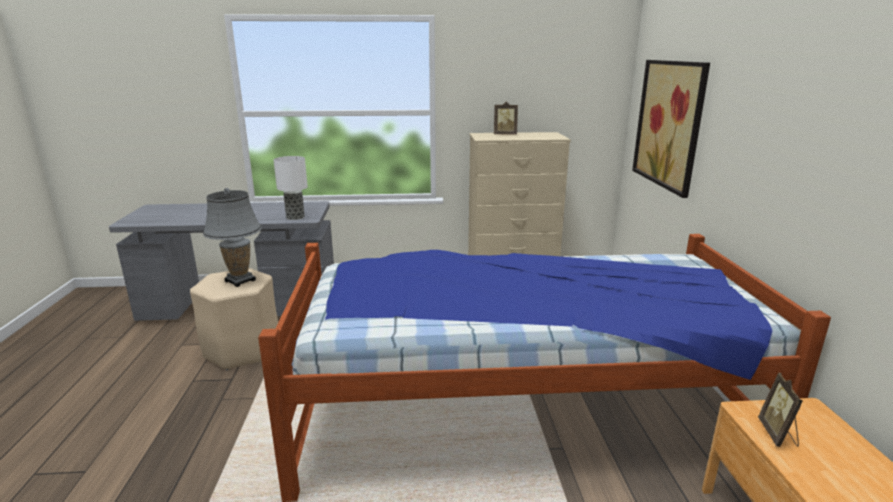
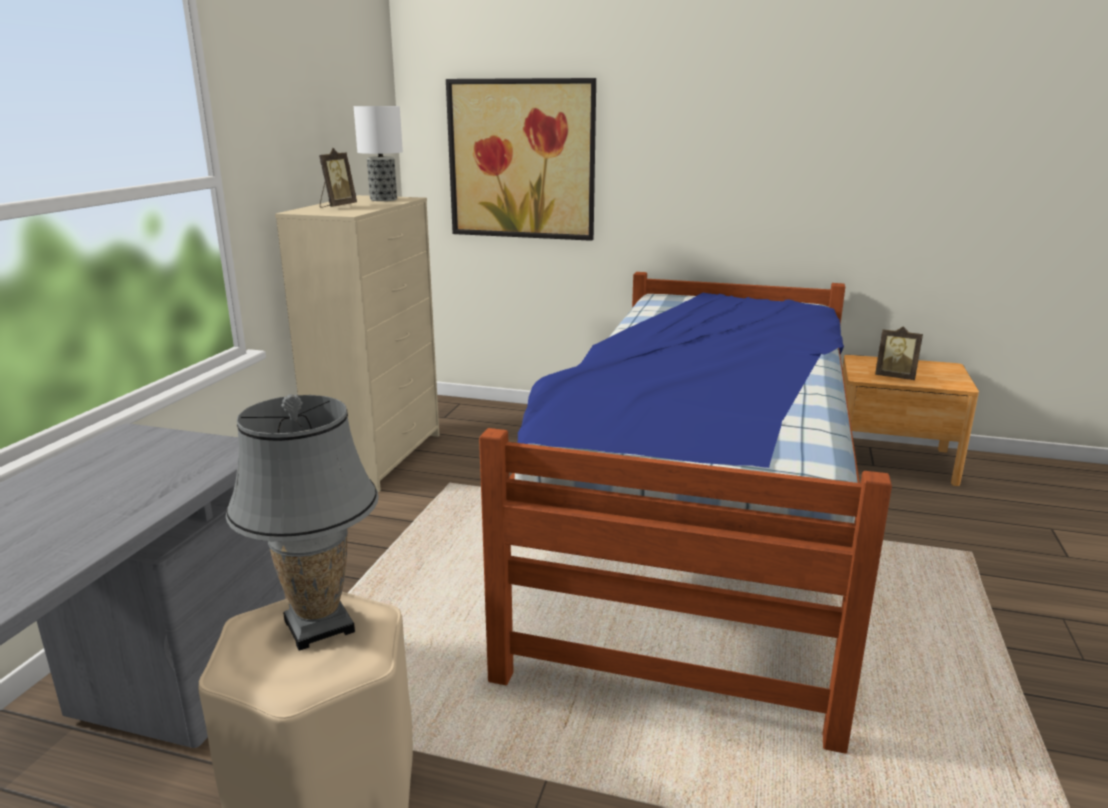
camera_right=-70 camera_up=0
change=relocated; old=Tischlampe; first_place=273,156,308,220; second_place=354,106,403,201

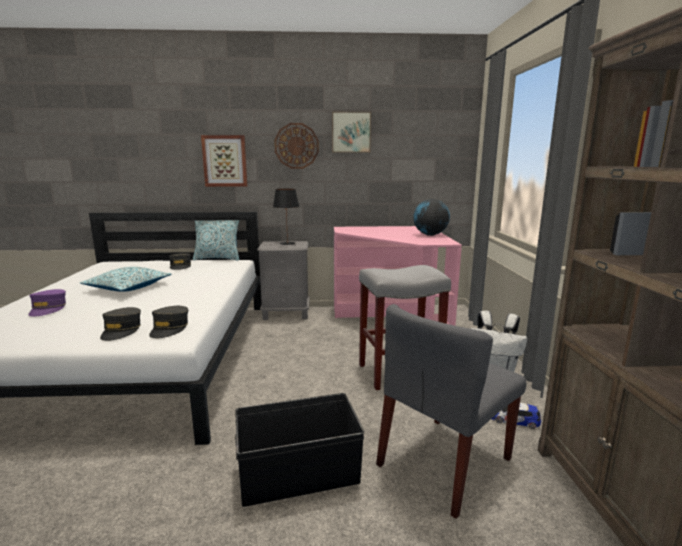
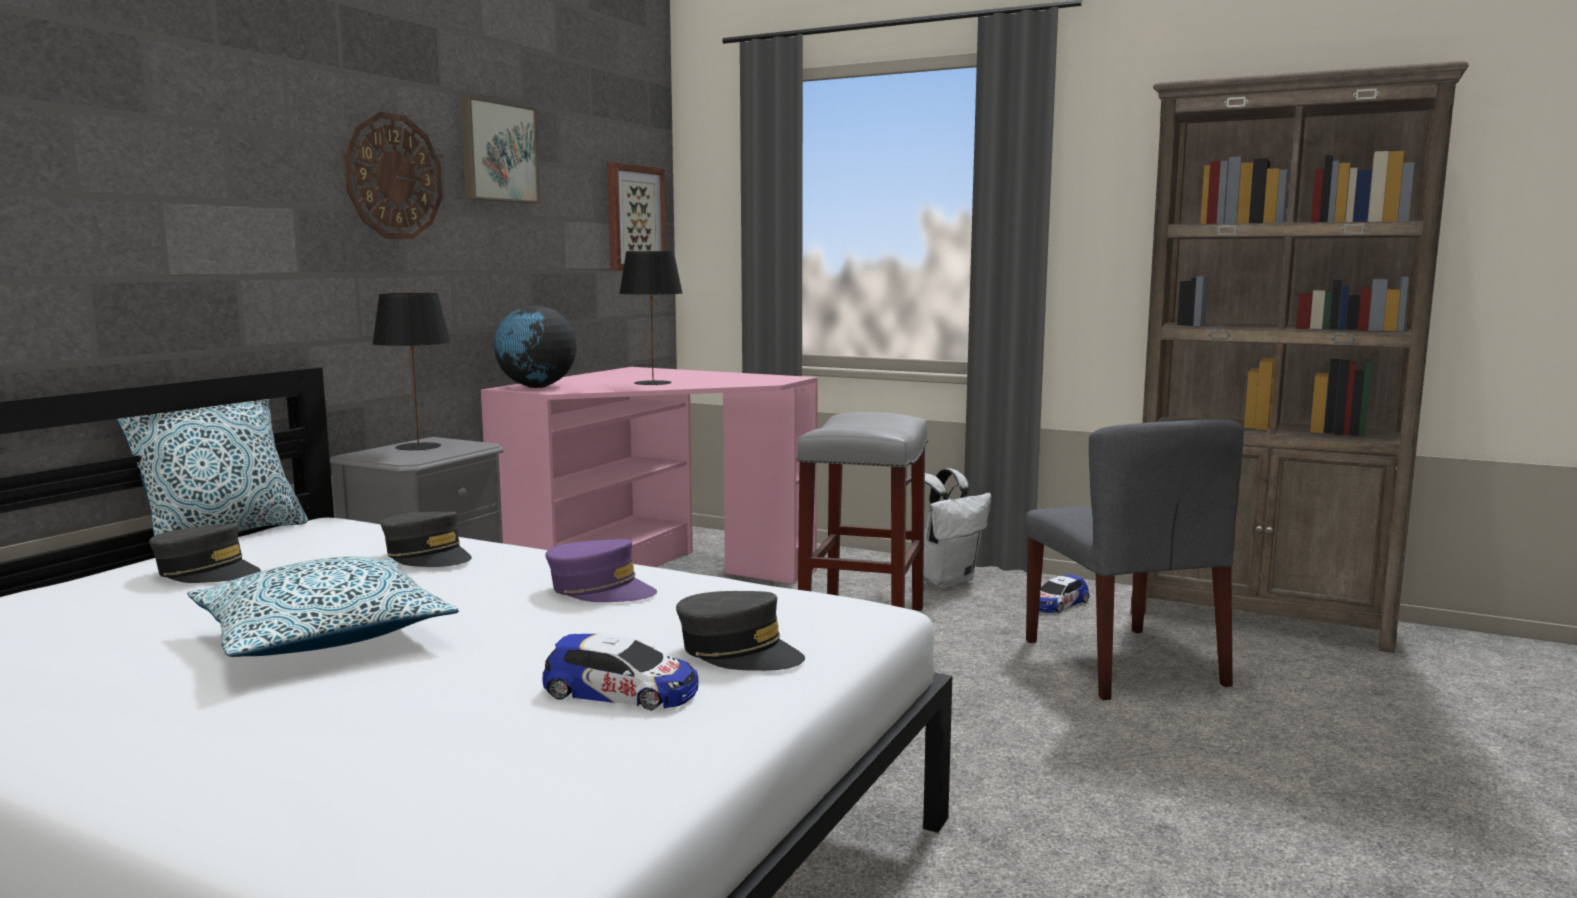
camera_right=-60 camera_up=-5
change=relocated; old=Kappe (grau); first_place=149,306,188,338; second_place=381,512,472,567
change=relocated; old=Globus; first_place=413,199,450,236; second_place=494,306,577,388
change=appeared; new=Spielzeugauto; second_place=542,634,698,711
change=relocated; old=Kappe (lila); first_place=28,289,66,316; second_place=545,539,657,602
change=relocated; old=Bild; first_place=201,135,247,187; second_place=607,162,666,270
change=appeared; new=Tischlampe (schwarz); second_place=619,251,683,385
change=missing; old=Aufbewahrungsbox (schwarz); first_place=235,393,364,507

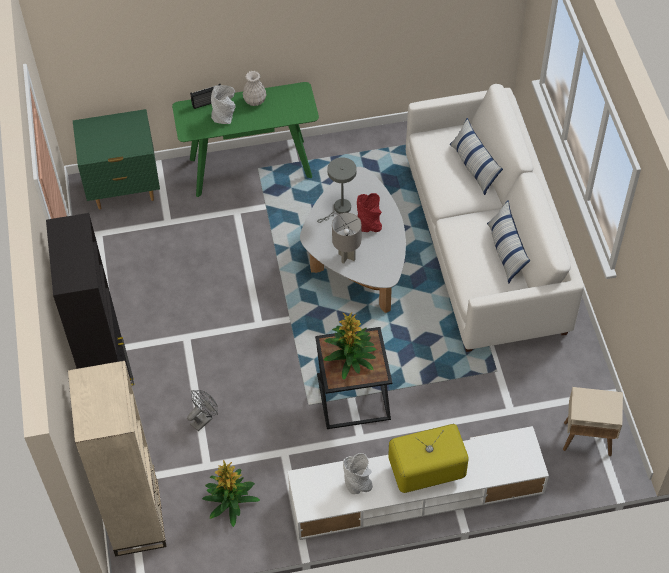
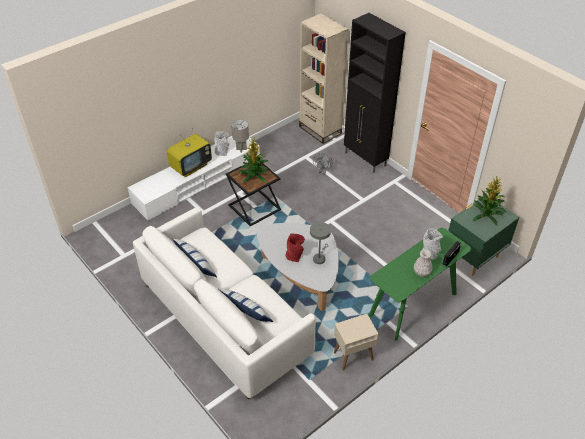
camera_right=150 camera_up=-10
change=relocated; old=Tischlampe (grau); first_place=332,213,361,264; second_place=231,119,249,153
change=relocated; old=Beistelltisch (beige); first_place=563,387,623,456; second_place=334,314,379,371
change=relocated; old=Topfpflanze; first_place=202,460,260,527; second_place=473,176,506,225

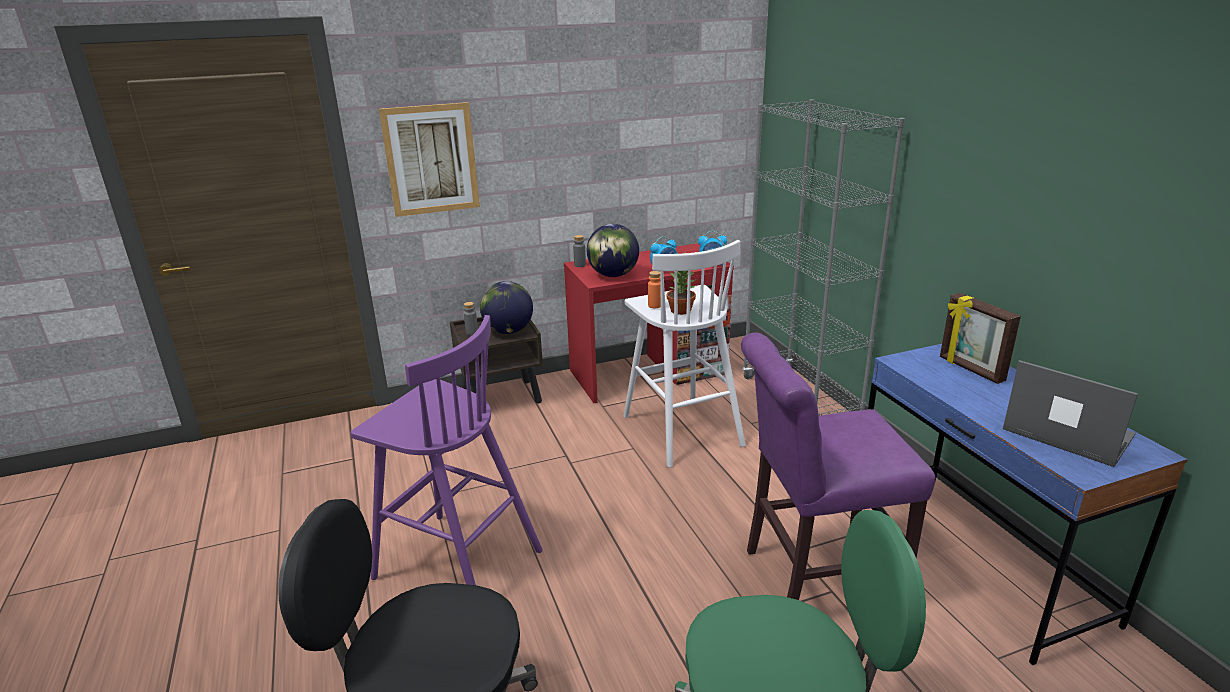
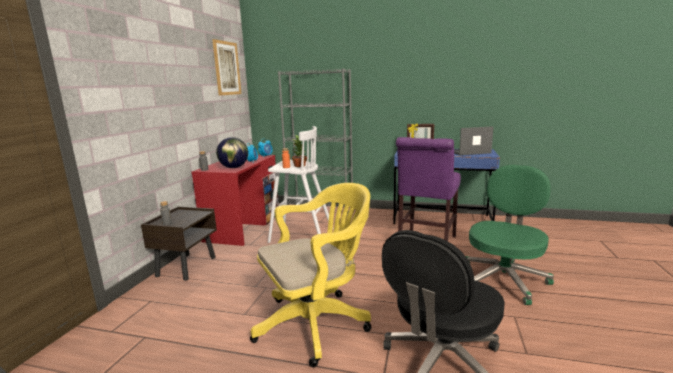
camera_right=-55 camera_up=-10
change=relocated; old=Bild; first_place=379,102,480,217; second_place=212,39,241,96
change=exchanged; old=Hocker (lila); new=Bürostuhl (gelb); first_place=351,315,543,585; second_place=250,183,371,367
change=missing; old=Globus; first_place=480,281,533,334

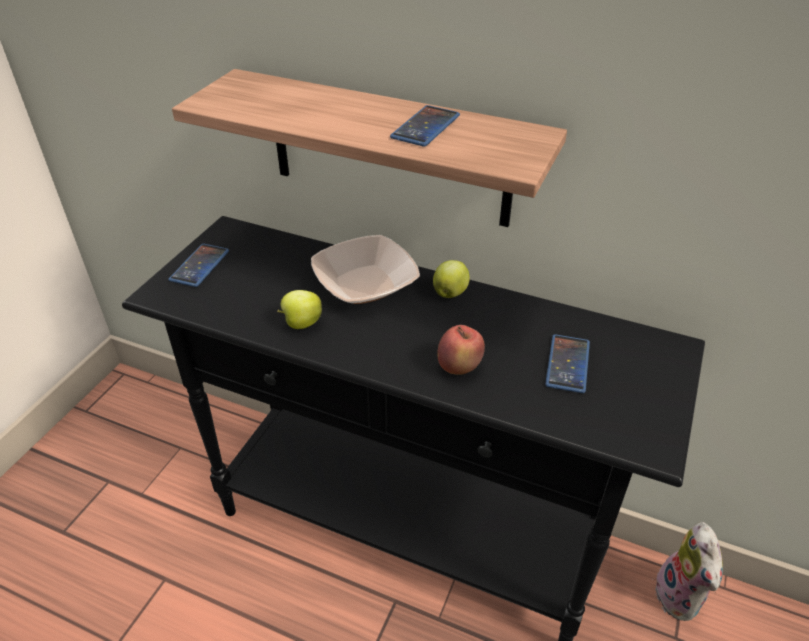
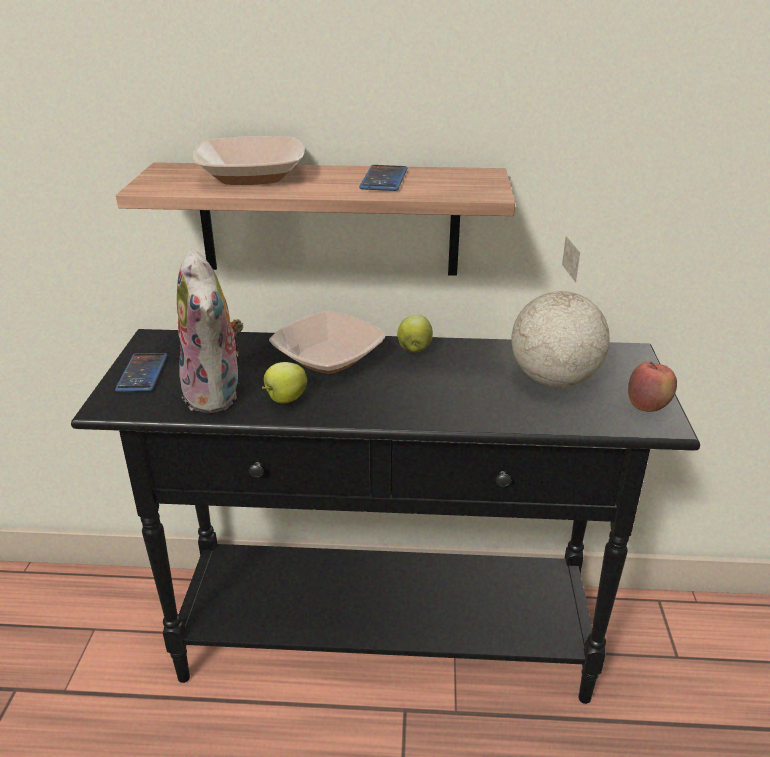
camera_right=-20 camera_up=-10
change=relocated; old=Plüschtier; first_place=655,522,723,621; second_place=177,249,244,413
change=appeared; new=Schüssel; second_place=193,136,305,185
change=exchanged; old=Handy; new=Globus; first_place=546,334,590,393; second_place=511,236,610,387
change=relocated; old=Apfel; first_place=437,325,485,375; second_place=628,361,677,412

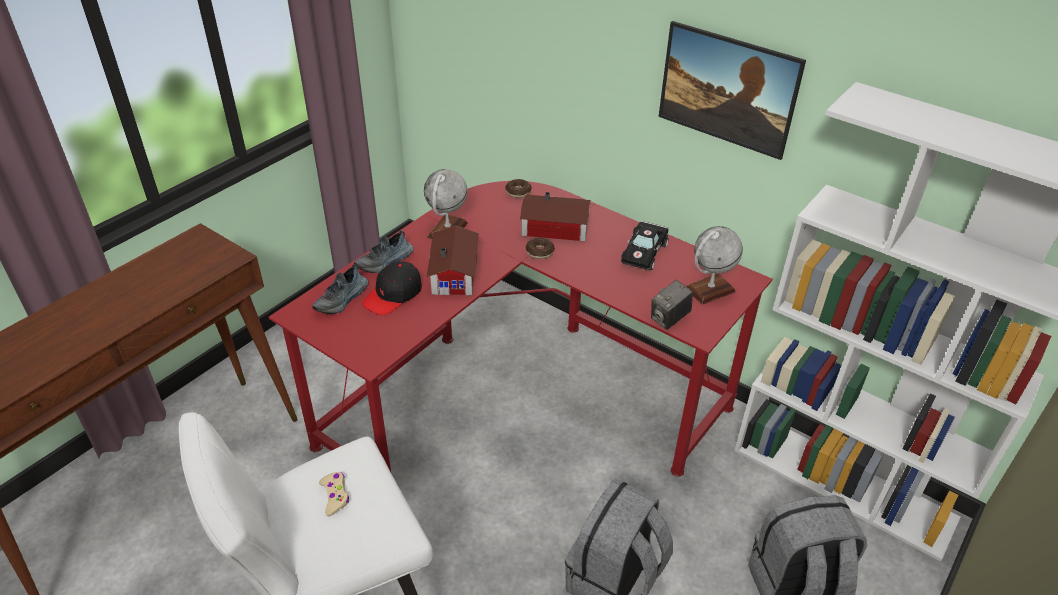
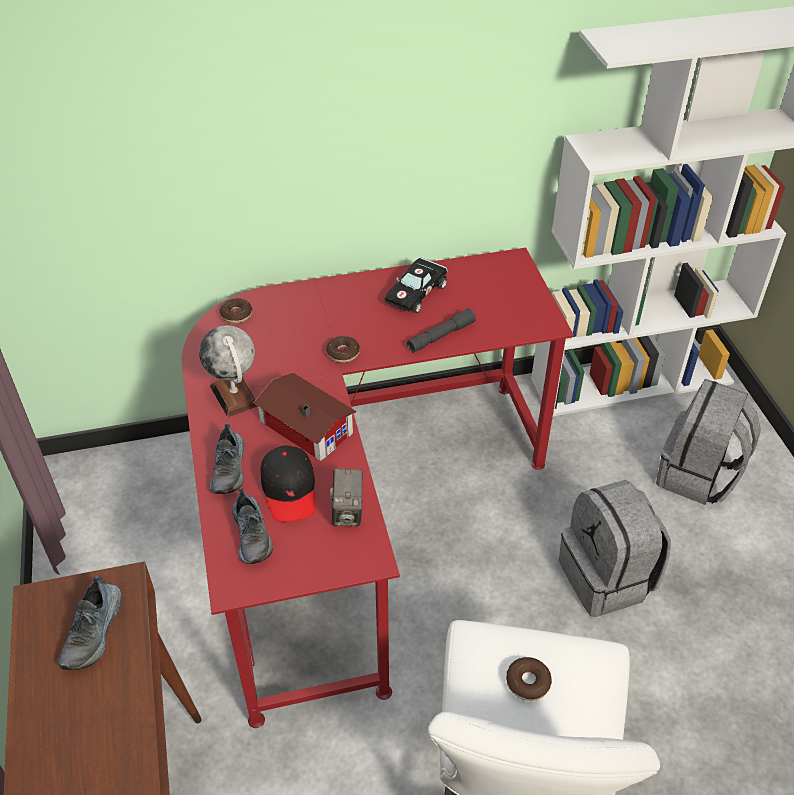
camera_right=-50 camera_up=5
change=appeared; new=Schuh; second_place=58,576,122,671
change=relocated; old=Kamera; first_place=651,279,693,330; second_place=330,468,363,526
change=spun; old=Spielzeugauto (schwarz); first_place=621,221,669,270; second_place=385,257,448,313; degrees=60
change=appeared; new=Taschenlampe (grau); second_place=407,308,476,352
change=exchanged; old=Gamepad (beige); new=Donut; first_place=319,472,349,516; second_place=506,657,552,701
change=missing; old=Spielzeughaus; first_place=520,192,591,241
change=missing; old=Bild; first_place=658,21,806,160
change=missing; old=Globus; first_place=686,226,743,305

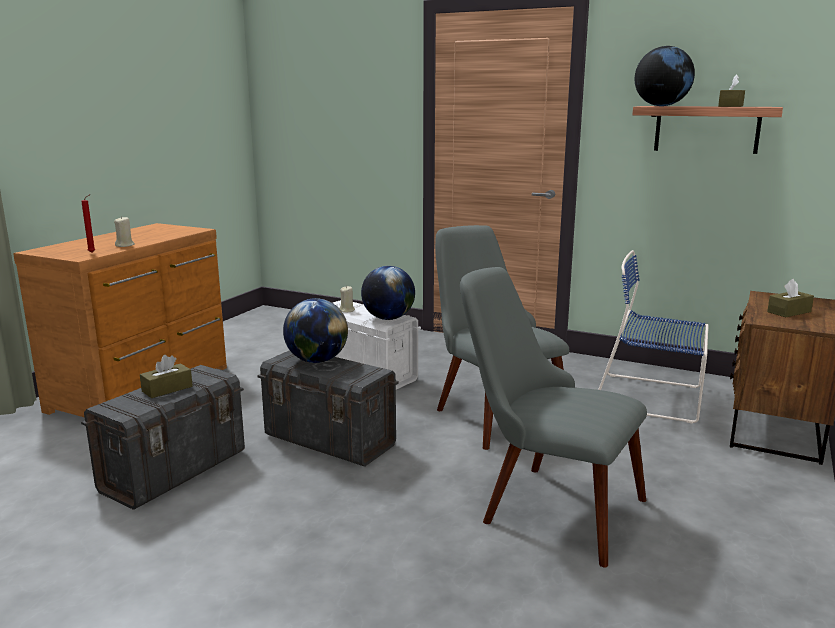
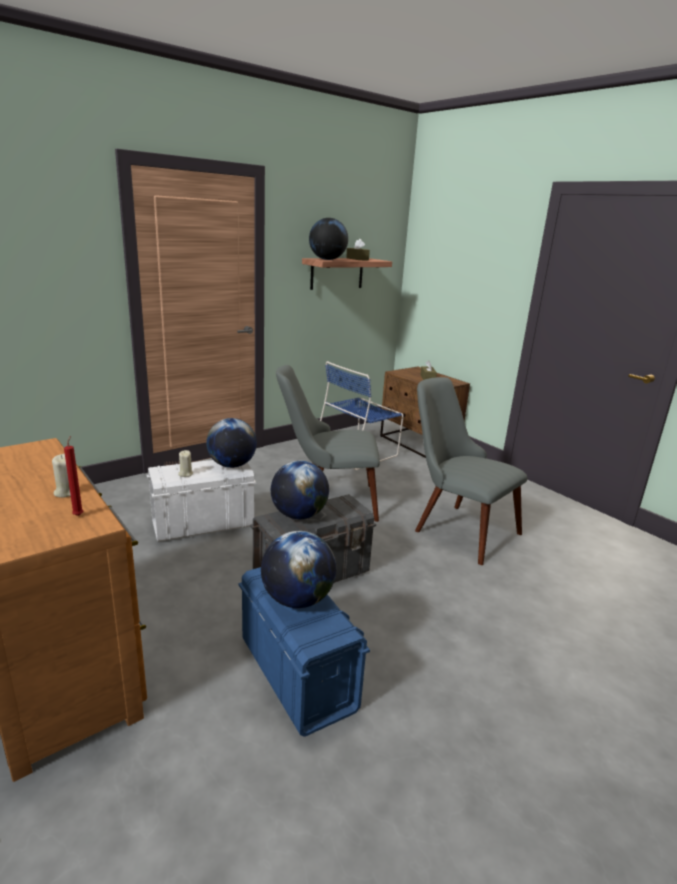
camera_right=-65 camera_up=5
change=colour; old=Aufbewahrungsbox (grau); new=Aufbewahrungsbox (blau); first_place=81,365,245,510; second_place=239,567,370,737
change=exchanged; old=Taschentuchbox (braun); new=Globus; first_place=140,355,193,398; second_place=261,531,336,608
change=spun; old=Stuhl (grau); first_place=460,267,647,568; second_place=415,377,528,565; degrees=75

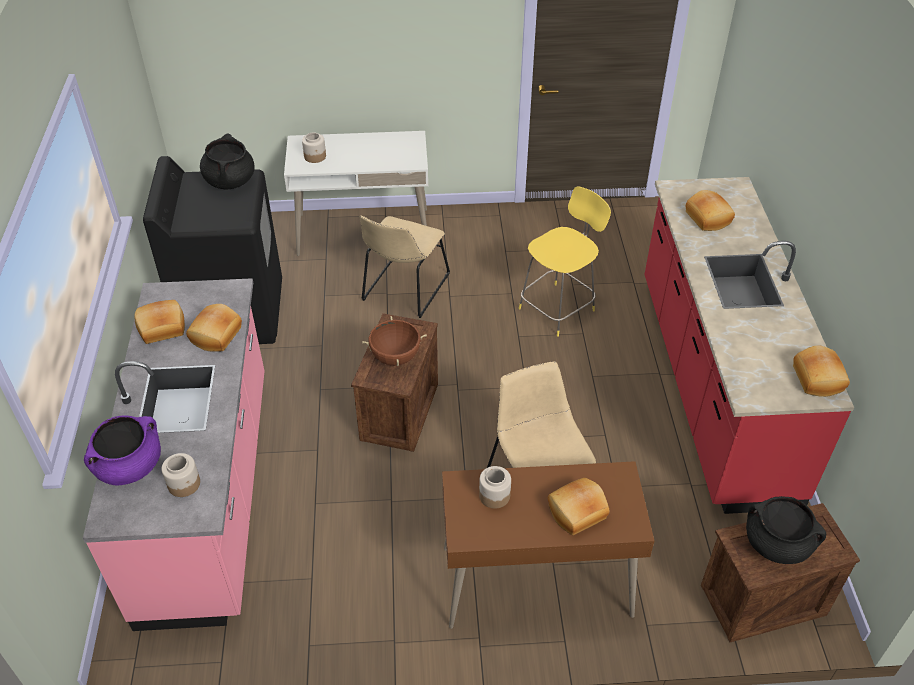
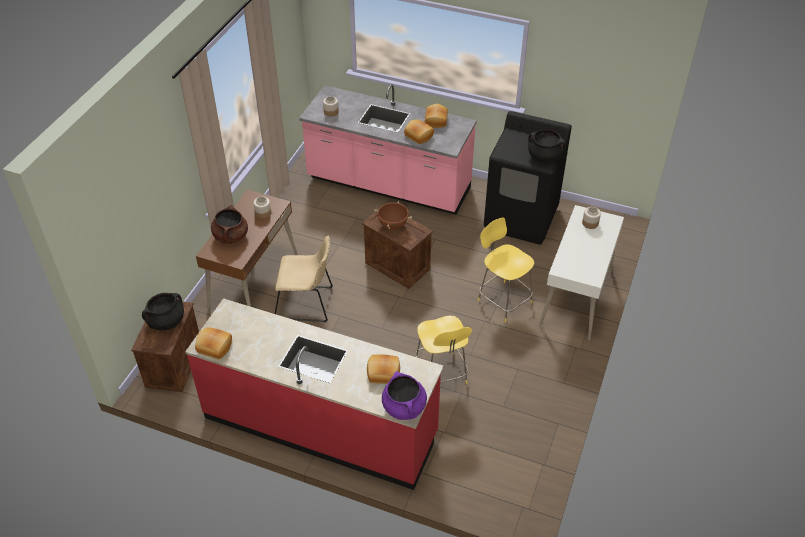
camera_right=115 camera_up=0
change=exchanged; old=Brot; new=Kochtopf (braun); first_place=548,478,610,535; second_place=211,205,248,244
change=relocated; old=Kochtopf (lila); first_place=84,415,161,485; second_place=382,371,427,420
change=exchanged; old=Stuhl (beige); new=Hocker (gelb); first_place=359,216,450,318; second_place=478,218,534,322

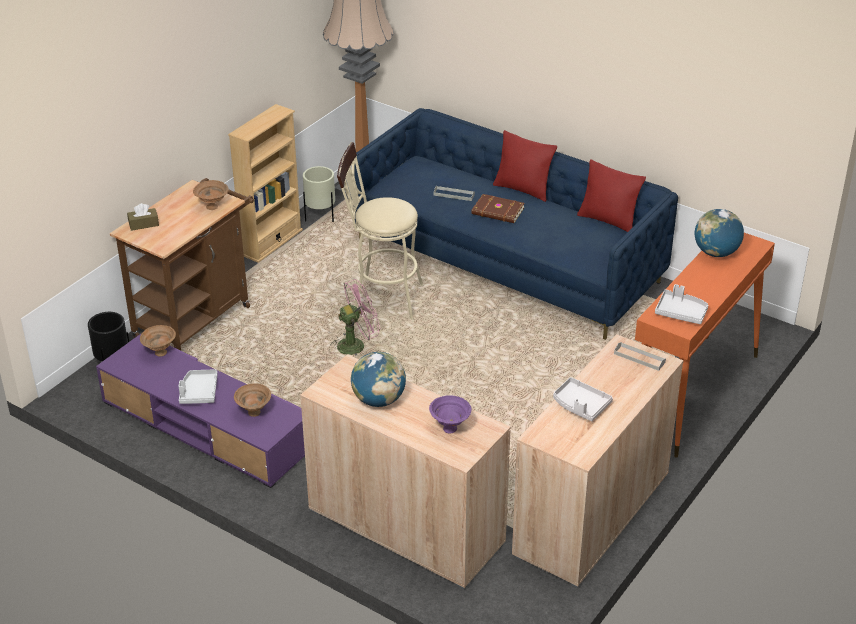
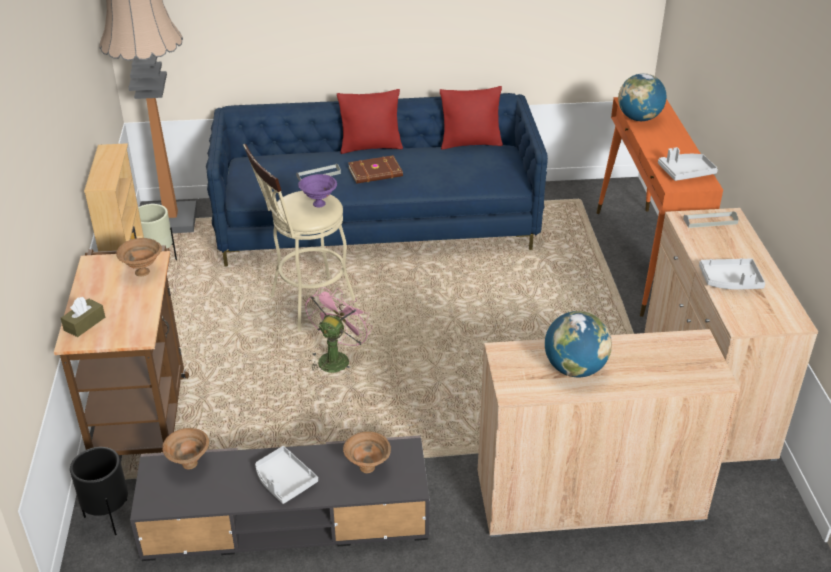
camera_right=-40 camera_up=0
change=colour; old=Fernsehschrank (lila); new=Fernsehschrank (grau); first_place=96,333,305,488; second_place=130,435,429,561
change=relocated; old=Schüssel (lila); first_place=429,395,471,434; second_place=298,174,337,208

